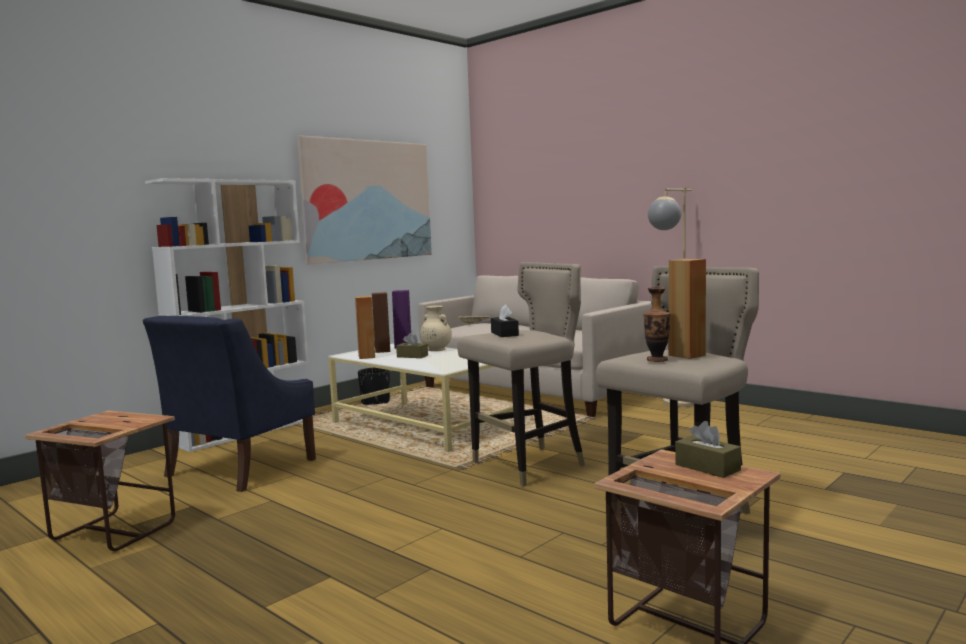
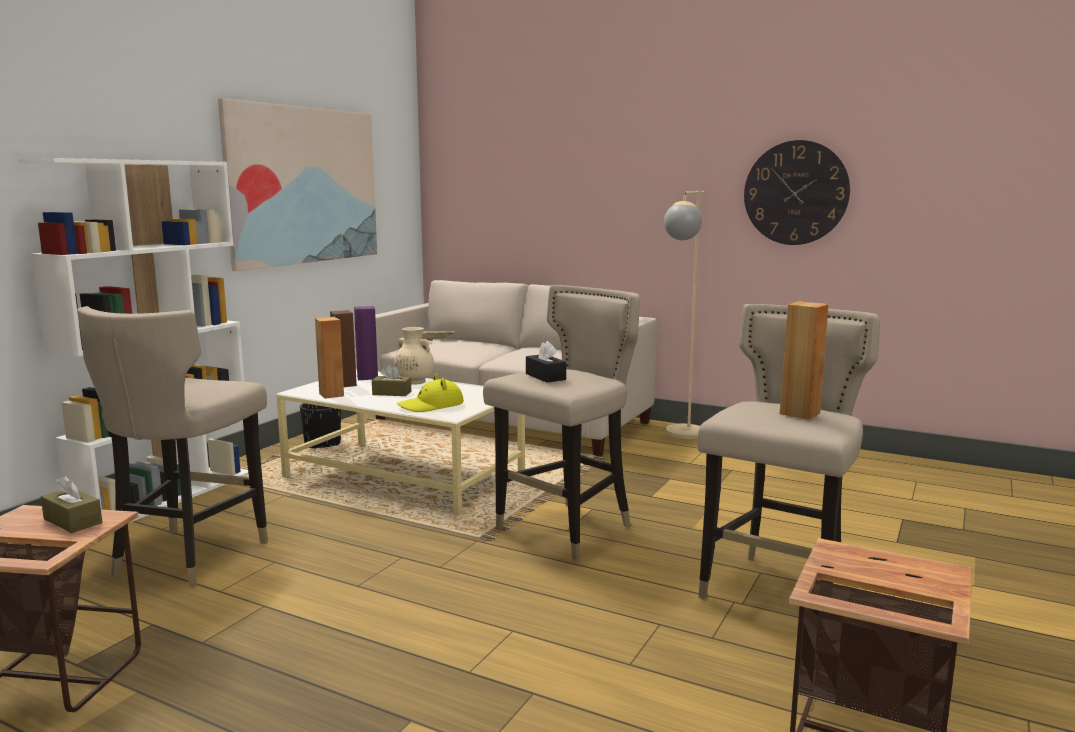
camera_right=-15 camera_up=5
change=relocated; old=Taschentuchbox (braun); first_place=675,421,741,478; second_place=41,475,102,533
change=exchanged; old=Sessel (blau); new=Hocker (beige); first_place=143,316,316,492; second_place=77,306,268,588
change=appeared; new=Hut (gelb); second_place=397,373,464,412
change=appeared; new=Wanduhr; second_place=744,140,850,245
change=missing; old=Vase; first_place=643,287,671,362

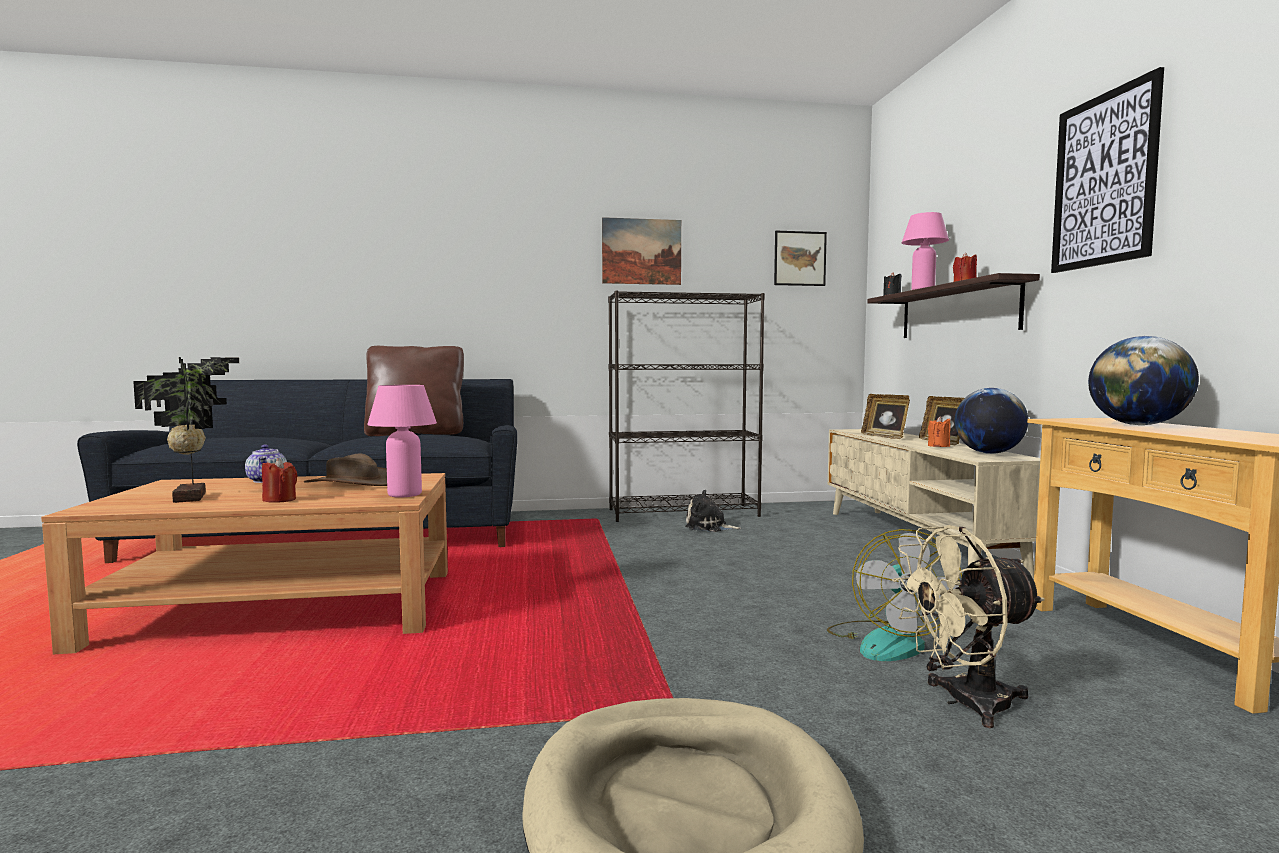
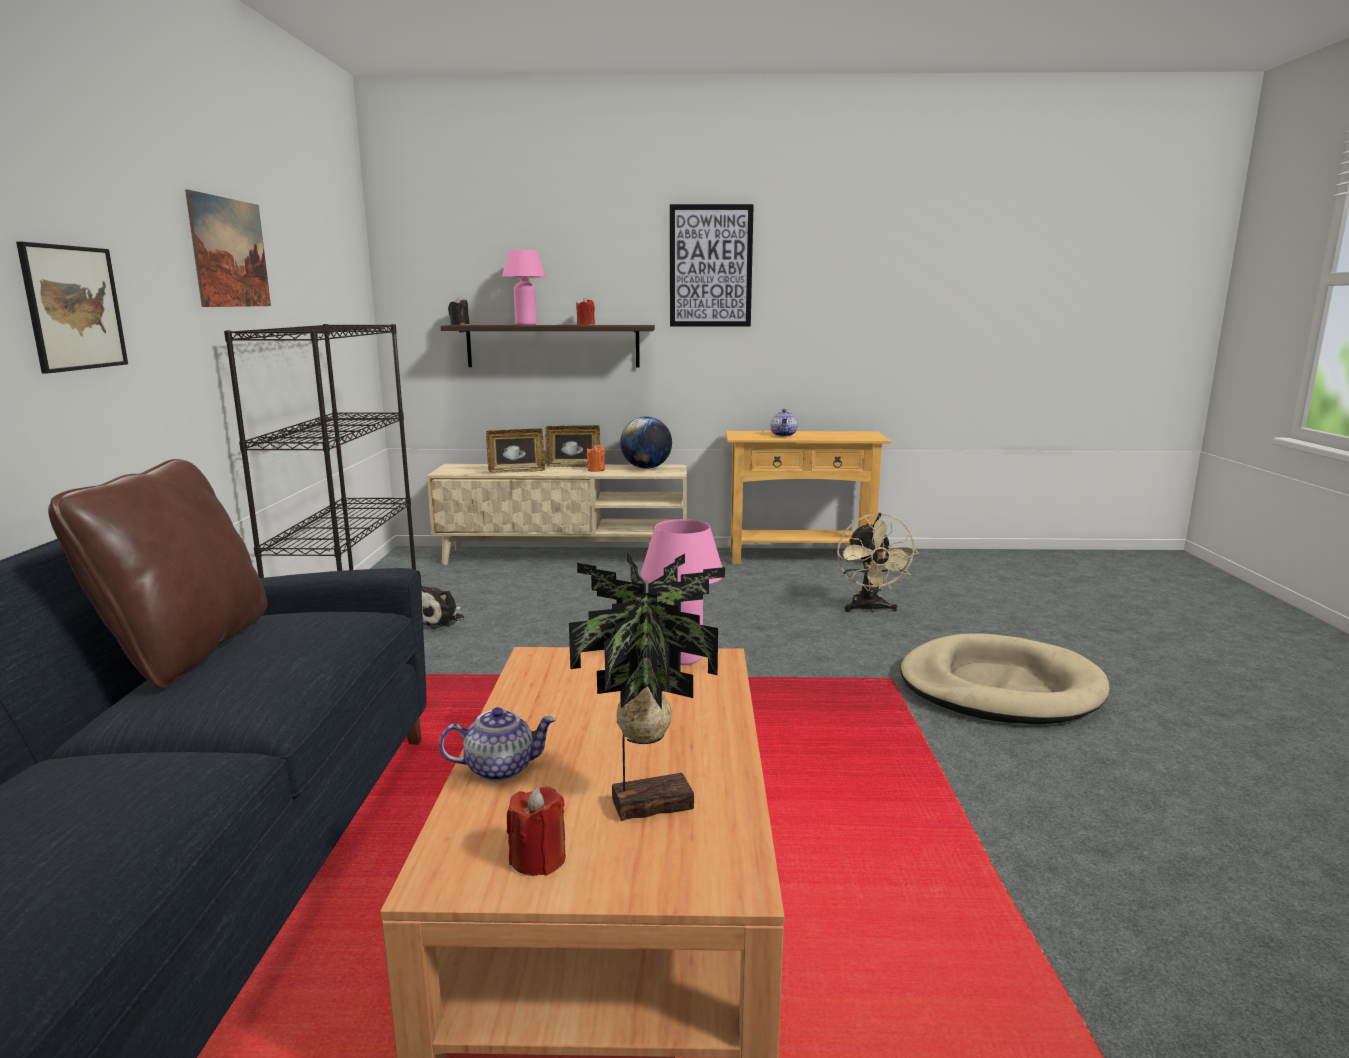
camera_right=-80 camera_up=10
change=relocated; old=Bild; first_place=774,231,827,286; second_place=16,242,128,374
change=relocated; old=Kerze (rot); first_place=262,458,298,503; second_place=507,786,566,876
change=exchanged; old=Globus; new=Teekanne; first_place=1088,336,1199,425; second_place=770,409,797,437
change=missing; old=Hut (braun); first_place=304,454,387,486
change=missing; old=Ventilator; first_place=827,529,962,661

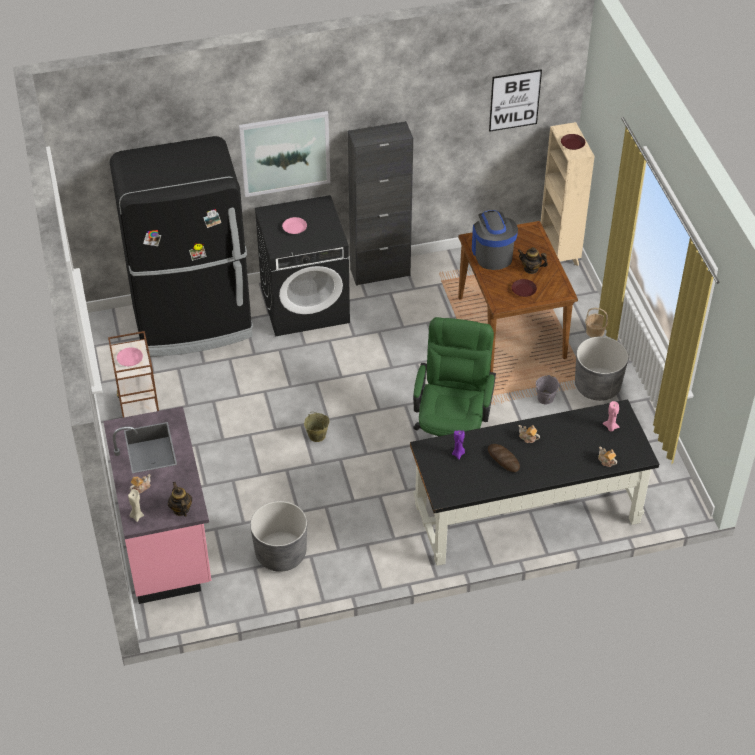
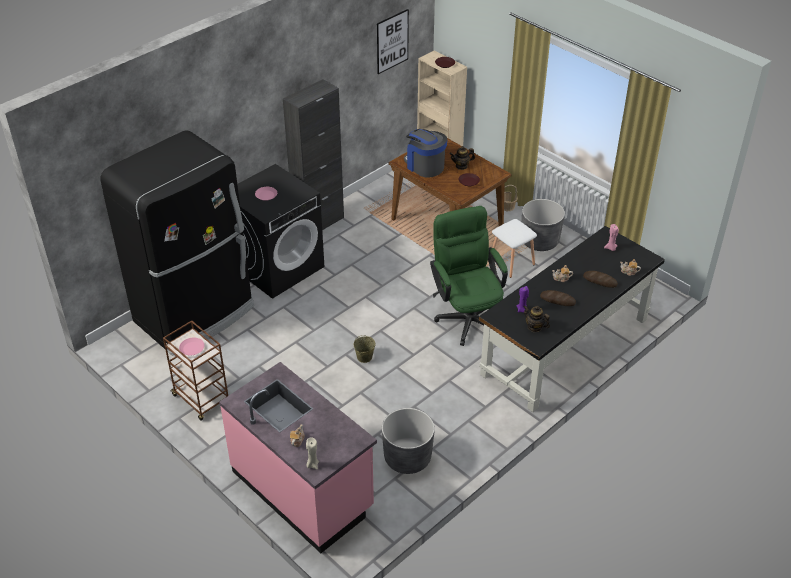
camera_right=-30 camera_up=-5
change=exchanged; old=Eimer (grau); new=Hocker (weiß); first_place=536,375,559,405; second_place=492,219,537,278
change=relocated; old=Teekanne; first_place=168,482,192,517; second_place=523,306,550,332
change=appeared; new=Brot; second_place=583,271,618,288
change=missing; old=Bild; first_place=239,111,330,197

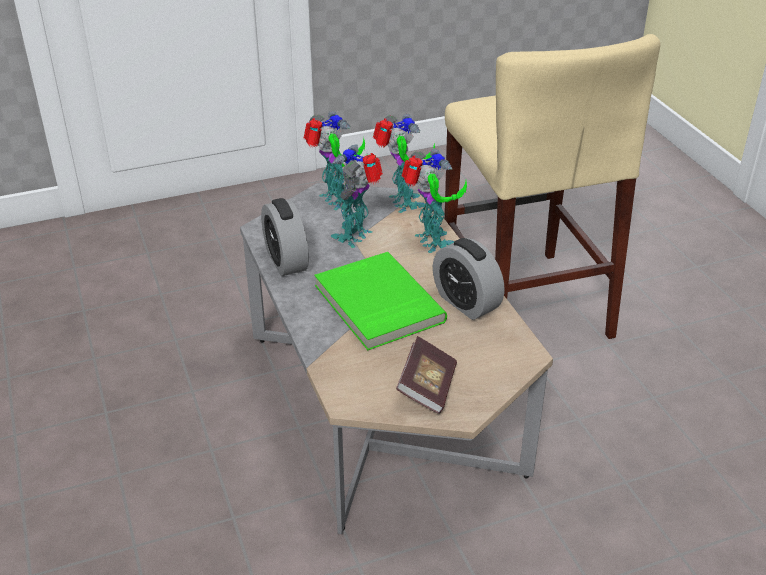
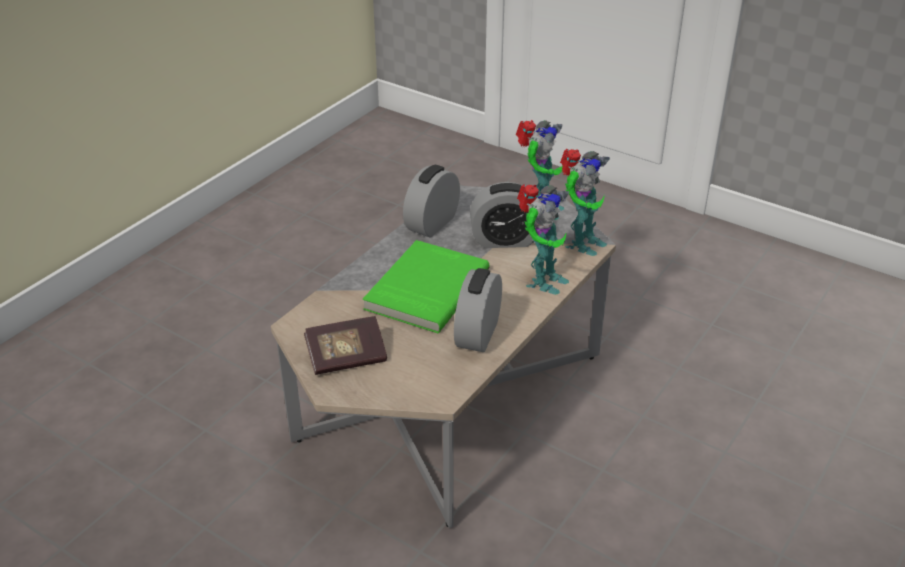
camera_right=55 camera_up=0
change=exchanged; old=Spielzeugroboter; new=Wecker; first_place=331,144,383,248; second_place=470,182,537,248
change=missing; old=Hocker (beige); first_place=445,34,660,339

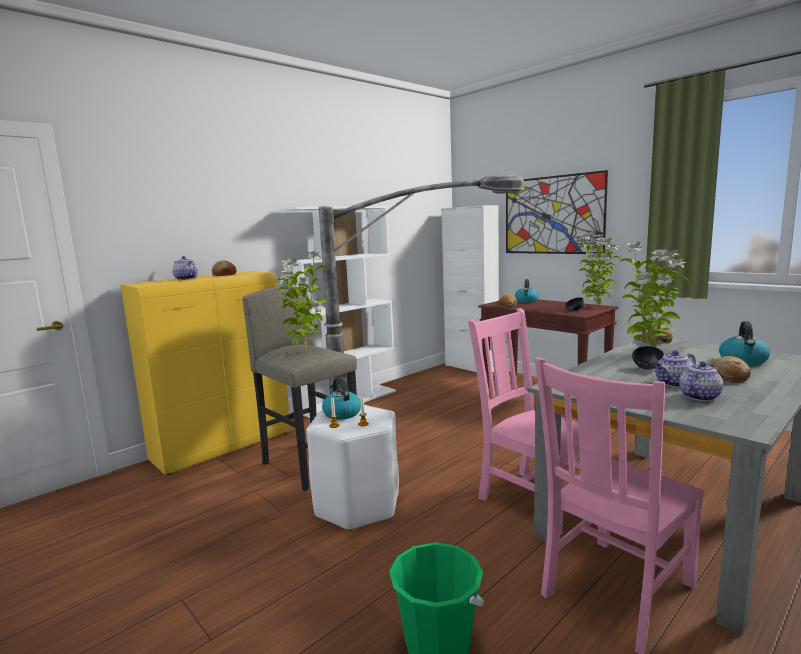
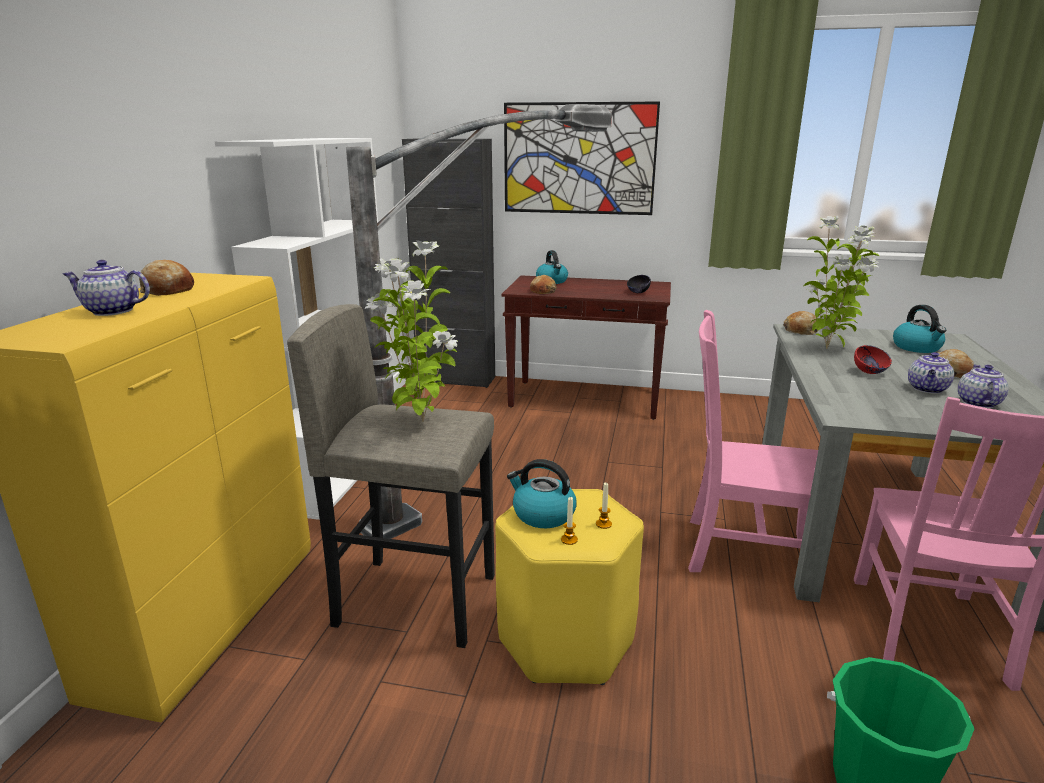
camera_right=-35 camera_up=10
change=colour; old=Schrank (weiß); new=Schrank (schwarz); first_place=441,205,499,372; second_place=402,139,495,388
change=colour; old=Hocker (weiß); new=Hocker (gelb); first_place=306,405,399,531; second_place=495,489,644,685
change=colour; old=Schüssel (schwarz); new=Schüssel (rot); first_place=632,346,664,370; second_place=854,345,892,374
change=missing; old=Topfpflanze; first_place=577,233,621,307

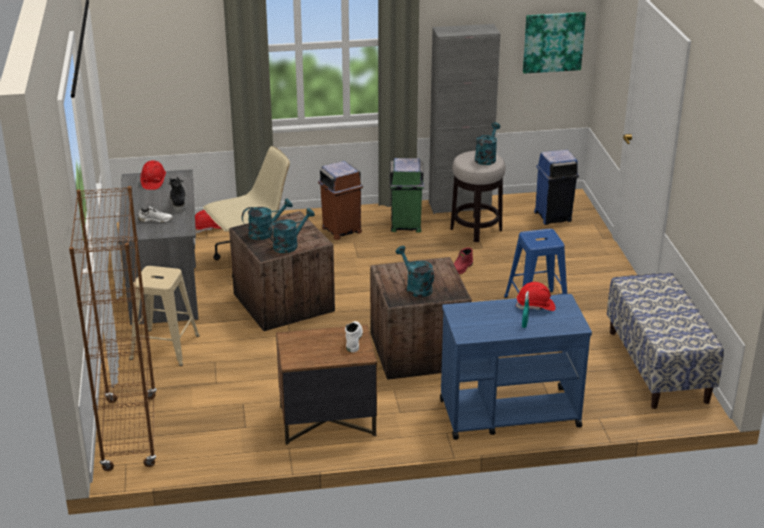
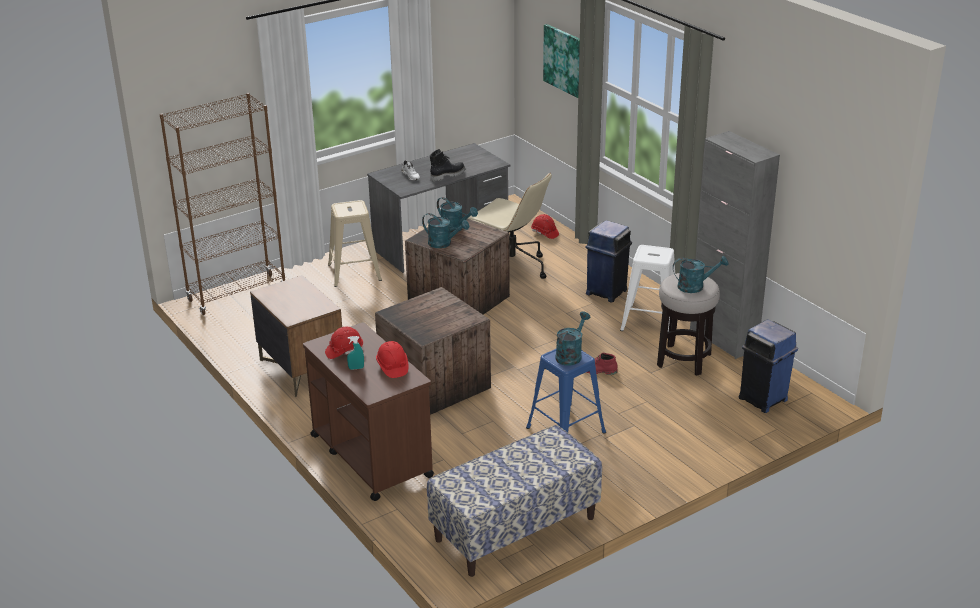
camera_right=65 camera_up=0
change=colour; old=Rollwagen (blau); new=Rollwagen (braun); first_place=440,294,592,440; second_place=303,323,434,501
change=relocated; old=Schutzhelm (rot); first_place=140,161,166,190; second_place=325,327,364,359
change=relocated; old=Bild; first_place=523,12,586,74; second_place=543,24,580,98
change=relocated; old=Gießkanne (türkis); first_place=396,246,434,297; second_place=555,311,590,366
change=colour; old=Mülleimer (braun); new=Mülleimer (blau); first_place=318,161,363,240; second_place=585,220,632,303
change=exchanged; old=Mülleimer (grün); new=Hocker (weiß); first_place=390,158,424,233; second_place=620,245,675,332
change=missing; old=Stiefel (weiß); first_place=345,321,363,352

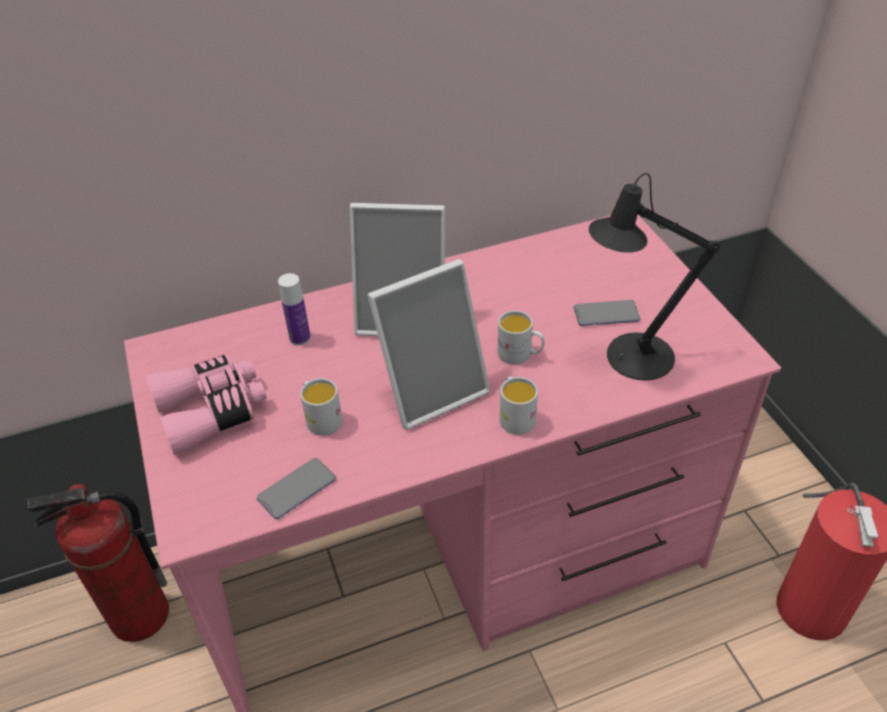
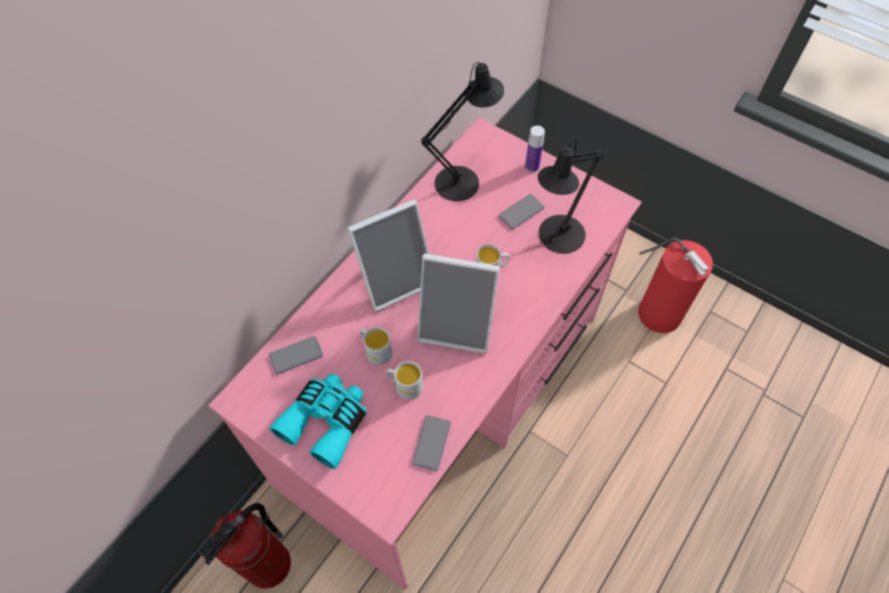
camera_right=-35 camera_up=15
change=appeared; new=Handy; second_place=268,336,323,374
change=colour; old=Fernglas (rosa); new=Fernglas (türkis); first_place=145,354,267,455; second_place=269,374,367,469
change=relocated; old=Henkelbecher (weiß); first_place=500,376,538,435; second_place=360,327,392,365
change=spun; old=Bilderrahmen; first_place=367,259,490,430; second_place=417,254,500,354; degrees=75
change=appeared; new=Tischlampe (schwarz); second_place=421,62,504,201
change=relocated; old=Flasche; first_place=278,273,311,345; second_place=525,126,545,173

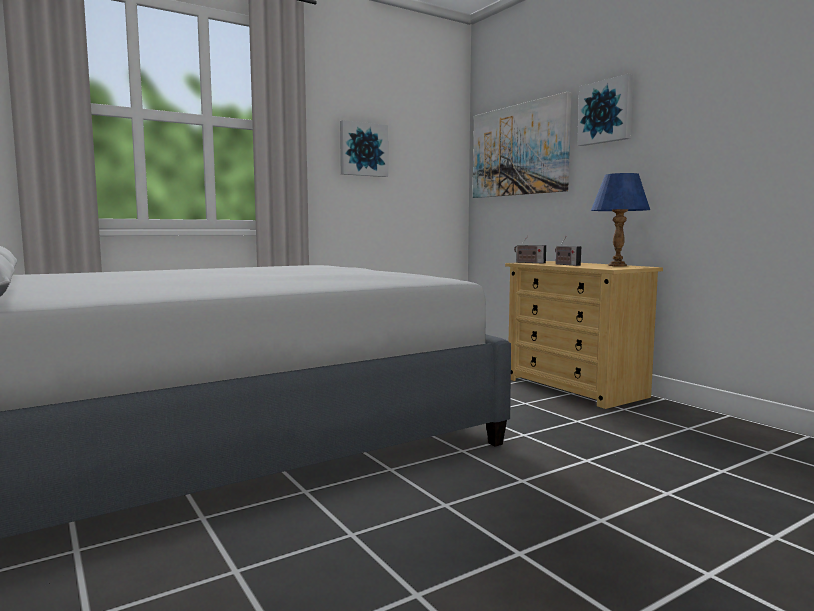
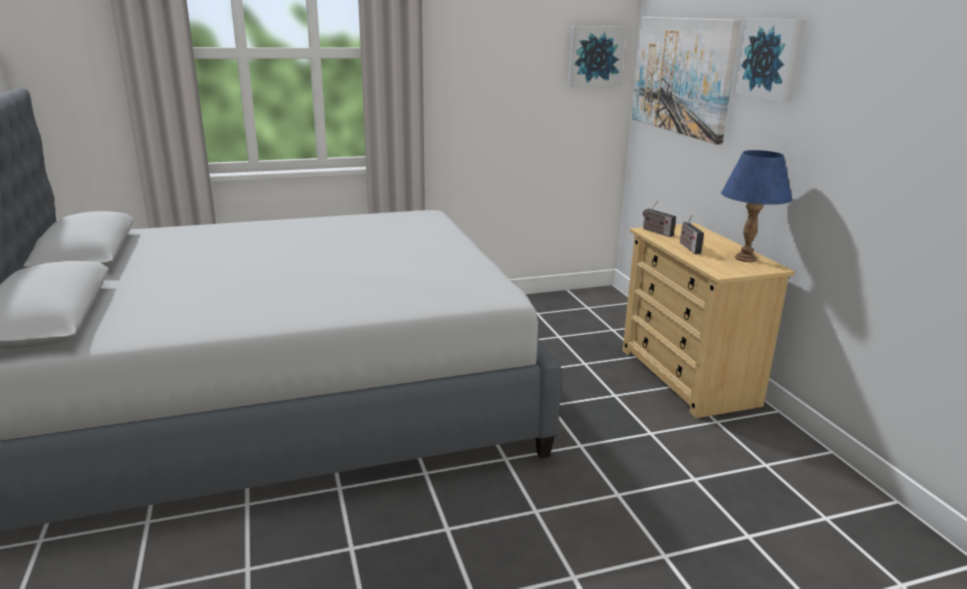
camera_right=15 camera_up=15
change=relocated; old=Bild; first_place=340,120,388,177; second_place=568,26,626,87

